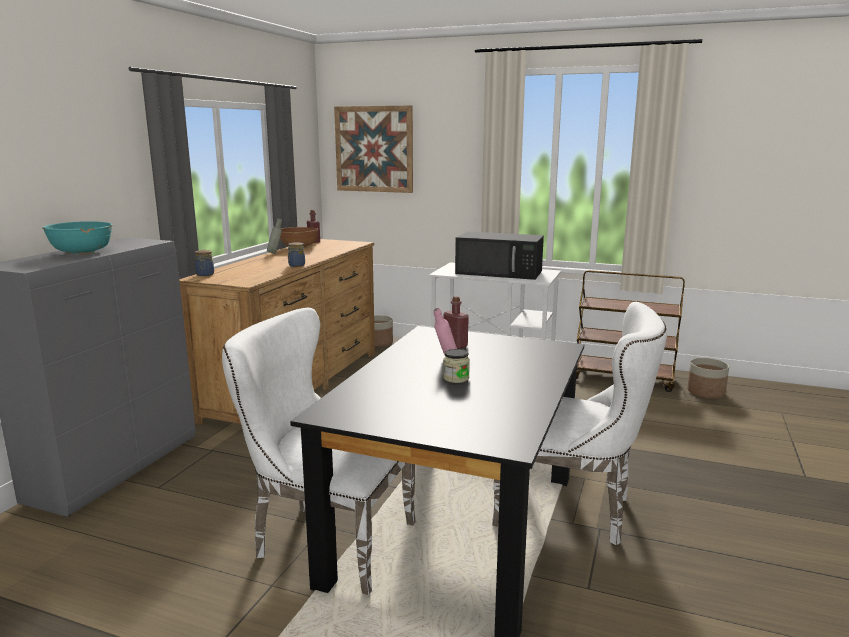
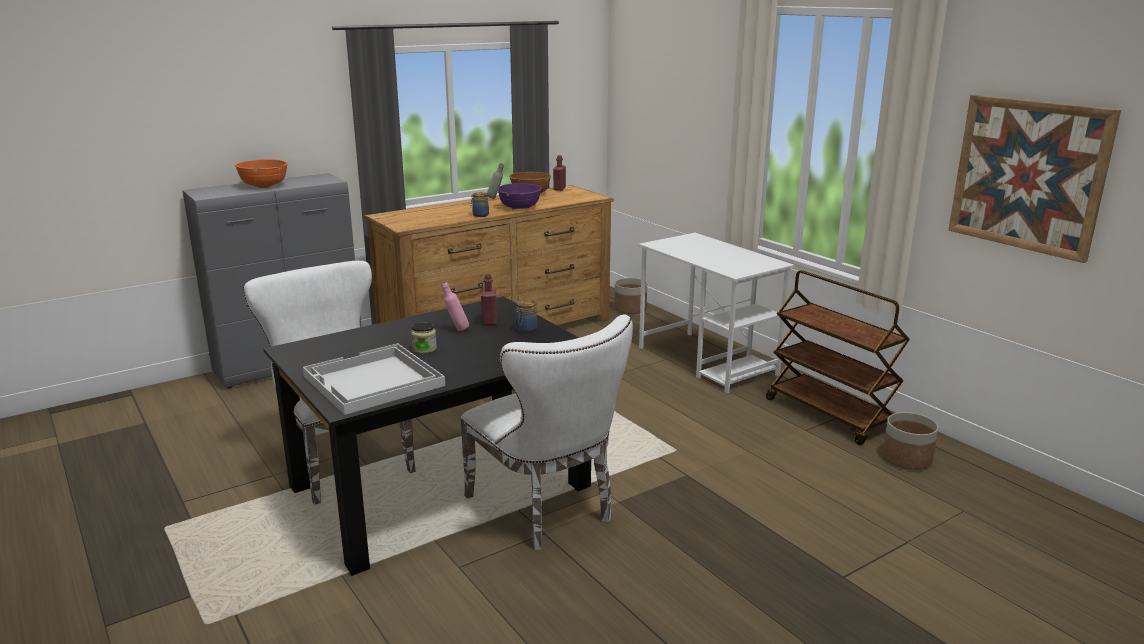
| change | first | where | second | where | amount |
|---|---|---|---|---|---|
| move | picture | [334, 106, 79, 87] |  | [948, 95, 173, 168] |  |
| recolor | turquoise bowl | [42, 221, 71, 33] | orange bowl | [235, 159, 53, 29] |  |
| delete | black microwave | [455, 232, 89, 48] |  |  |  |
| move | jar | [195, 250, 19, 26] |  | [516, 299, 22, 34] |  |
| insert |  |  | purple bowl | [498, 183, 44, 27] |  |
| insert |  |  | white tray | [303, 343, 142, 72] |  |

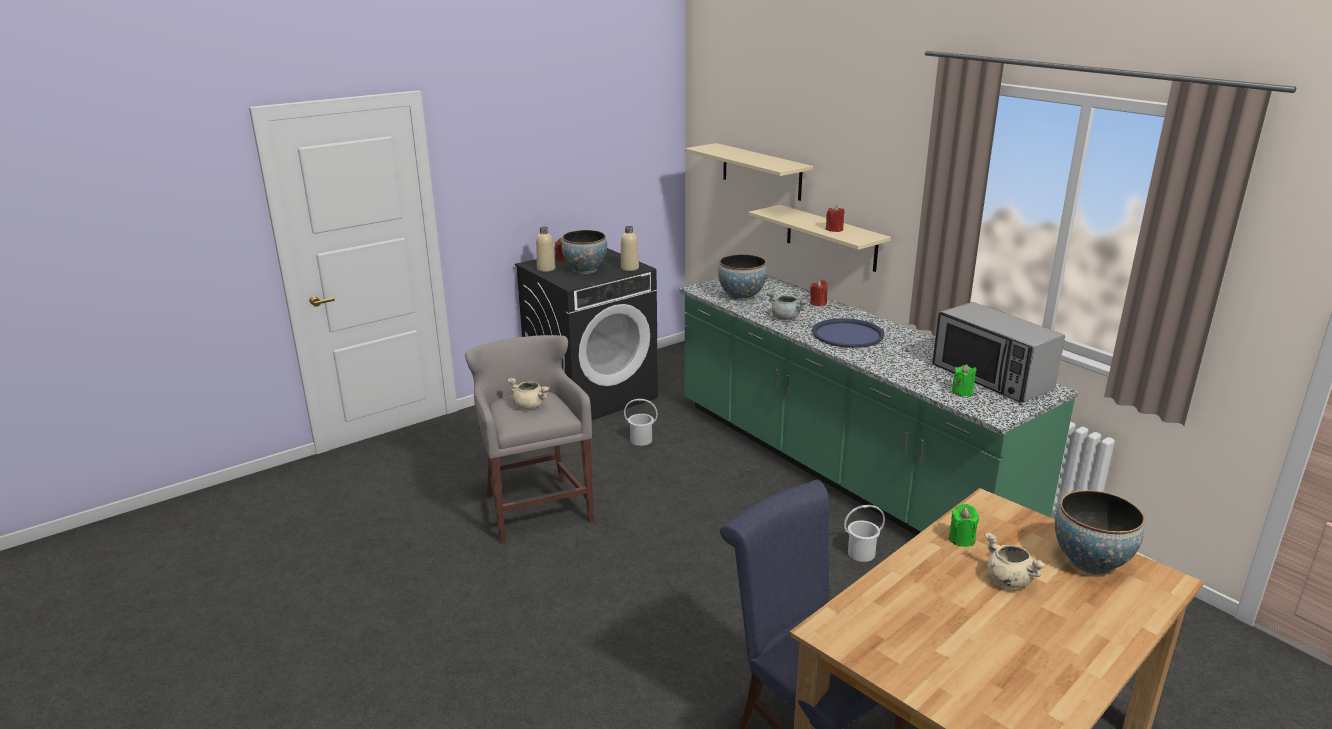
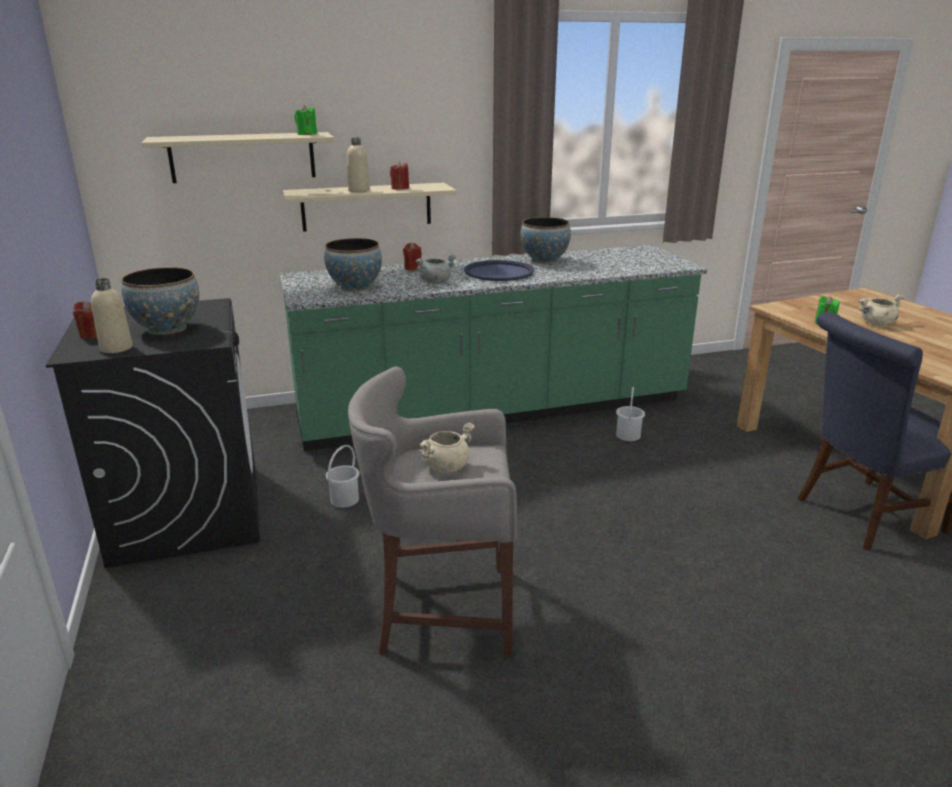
| change | first | where | second | where | amount |
|---|---|---|---|---|---|
| move | beige bottle | [621, 226, 18, 45] |  | [347, 138, 23, 55] |  |
| delete | microwave | [932, 302, 133, 101] |  |  |  |
| move | green candle | [952, 364, 25, 32] |  | [295, 105, 22, 30] |  |
| move | bowl | [1055, 490, 90, 85] |  | [521, 217, 50, 47] |  |

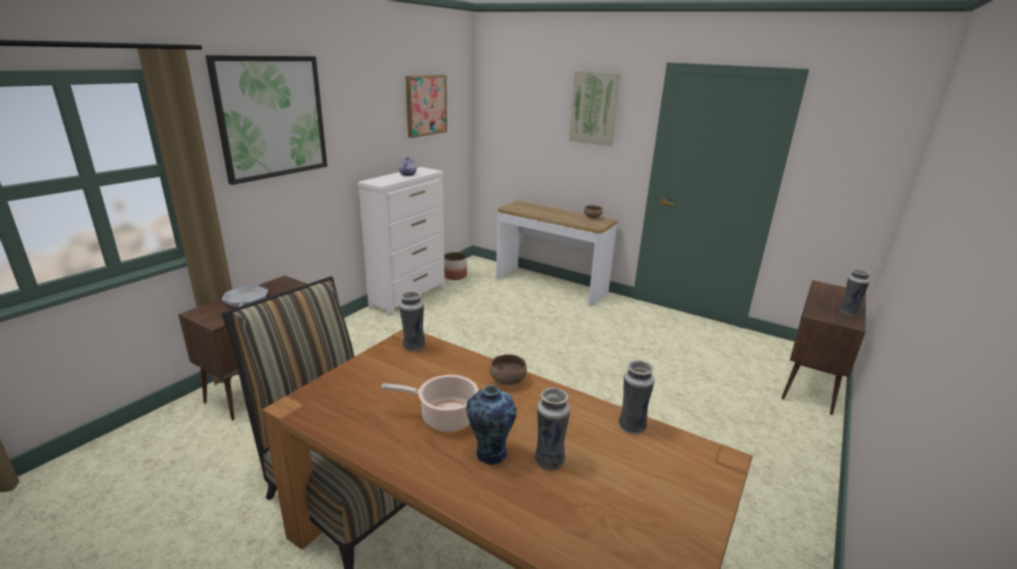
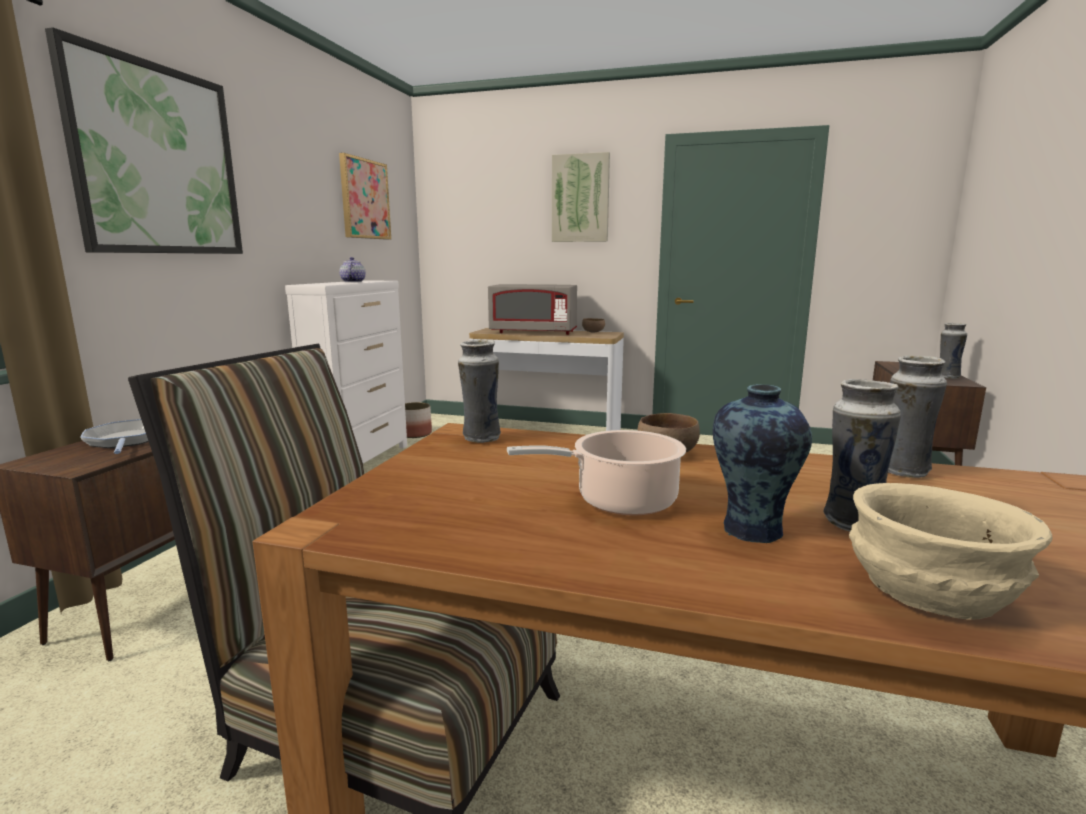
| change | first | where | second | where | amount |
|---|---|---|---|---|---|
| insert |  |  | grey microwave | [488, 284, 89, 51] |  |
| insert |  |  | beige bowl | [849, 483, 203, 136] |  |

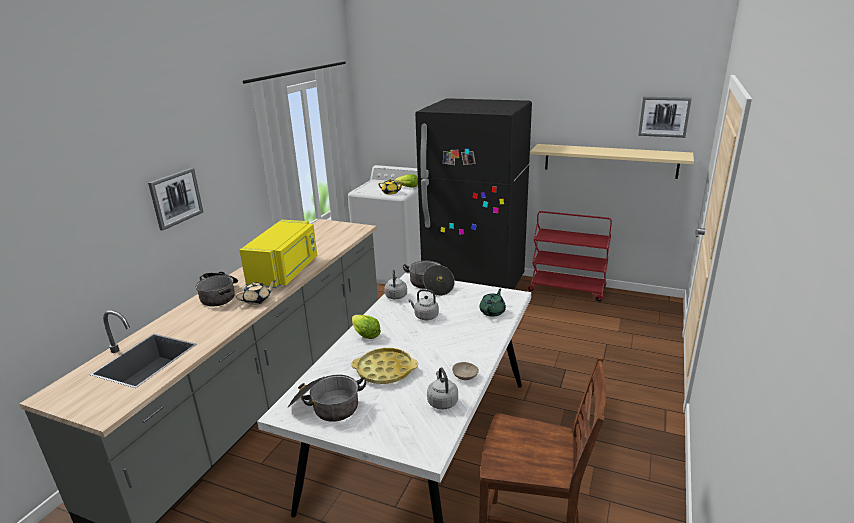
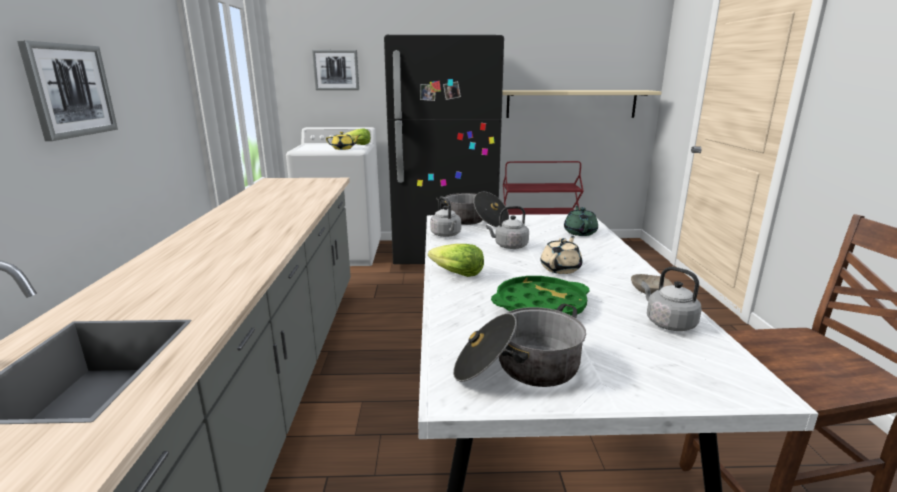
| change | first | where | second | where | amount |
|---|---|---|---|---|---|
| move | picture | [638, 97, 54, 41] |  | [312, 50, 47, 40] |  |
| delete | yellow microwave | [239, 220, 78, 68] |  |  |  |
| delete | cooking pot | [195, 272, 43, 34] |  |  |  |
| move | beige teapot | [236, 280, 40, 25] |  | [540, 236, 42, 38] |  |
| recolor | yellow tray | [351, 348, 67, 36] | green tray | [491, 276, 99, 40] |  |

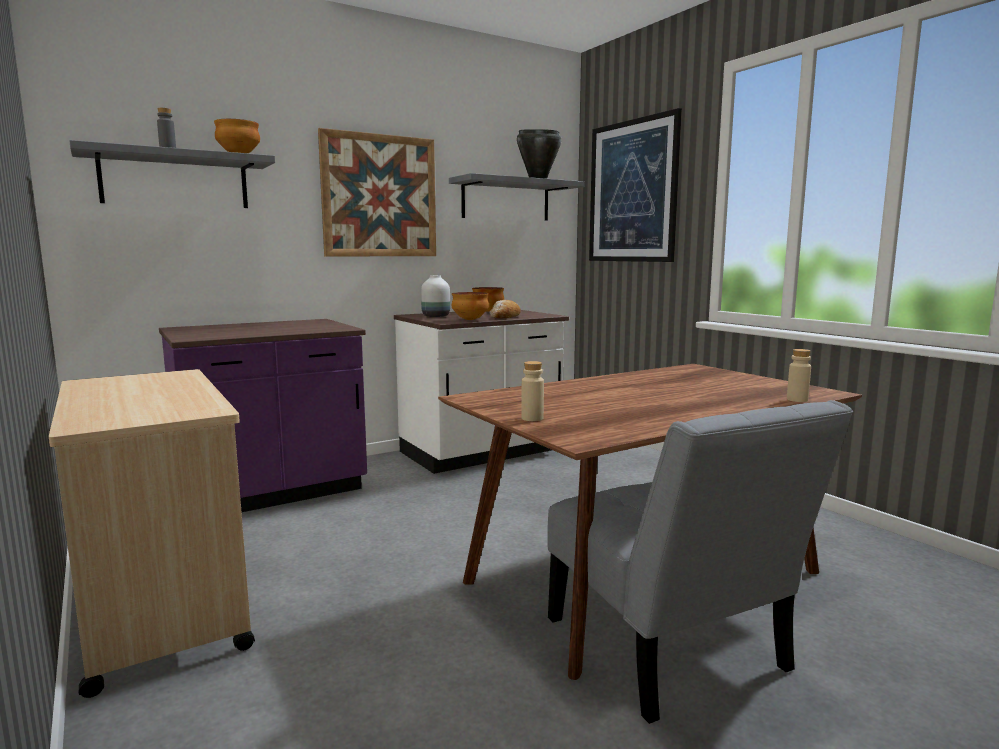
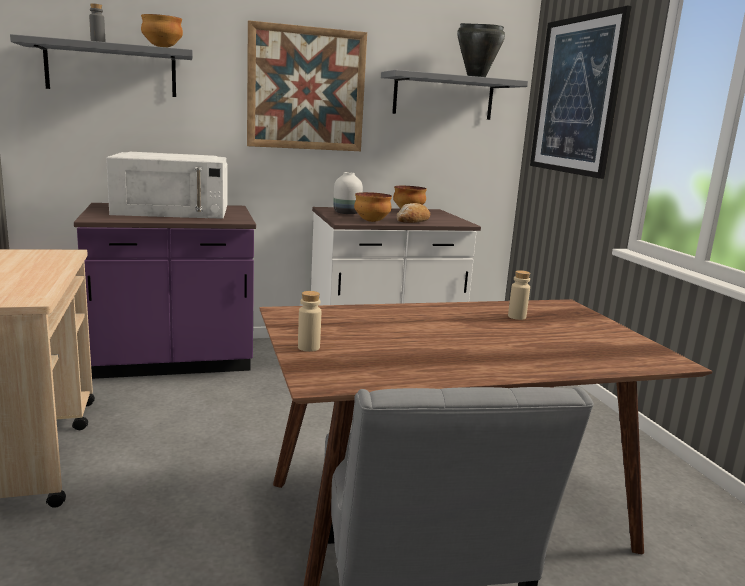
| change | first | where | second | where | amount |
|---|---|---|---|---|---|
| move | beige bottle | [787, 349, 24, 53] |  | [508, 270, 22, 50] |  |
| insert |  |  | white microwave | [106, 152, 122, 67] |  |

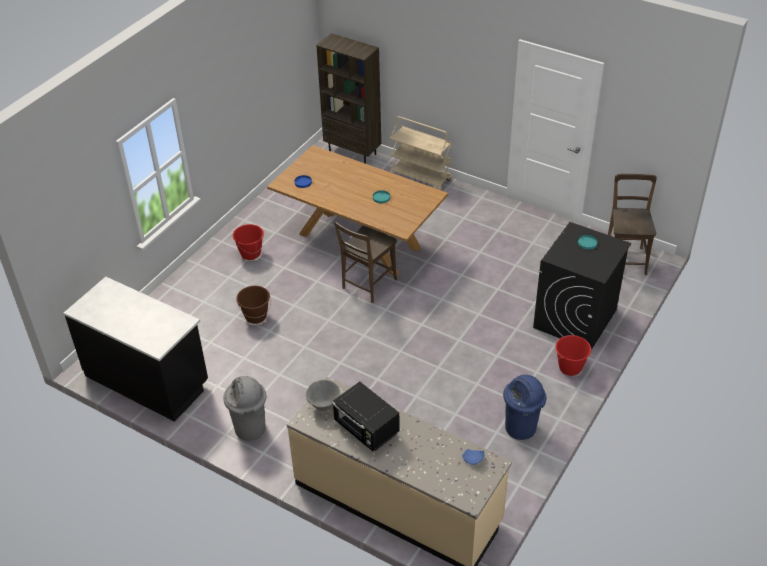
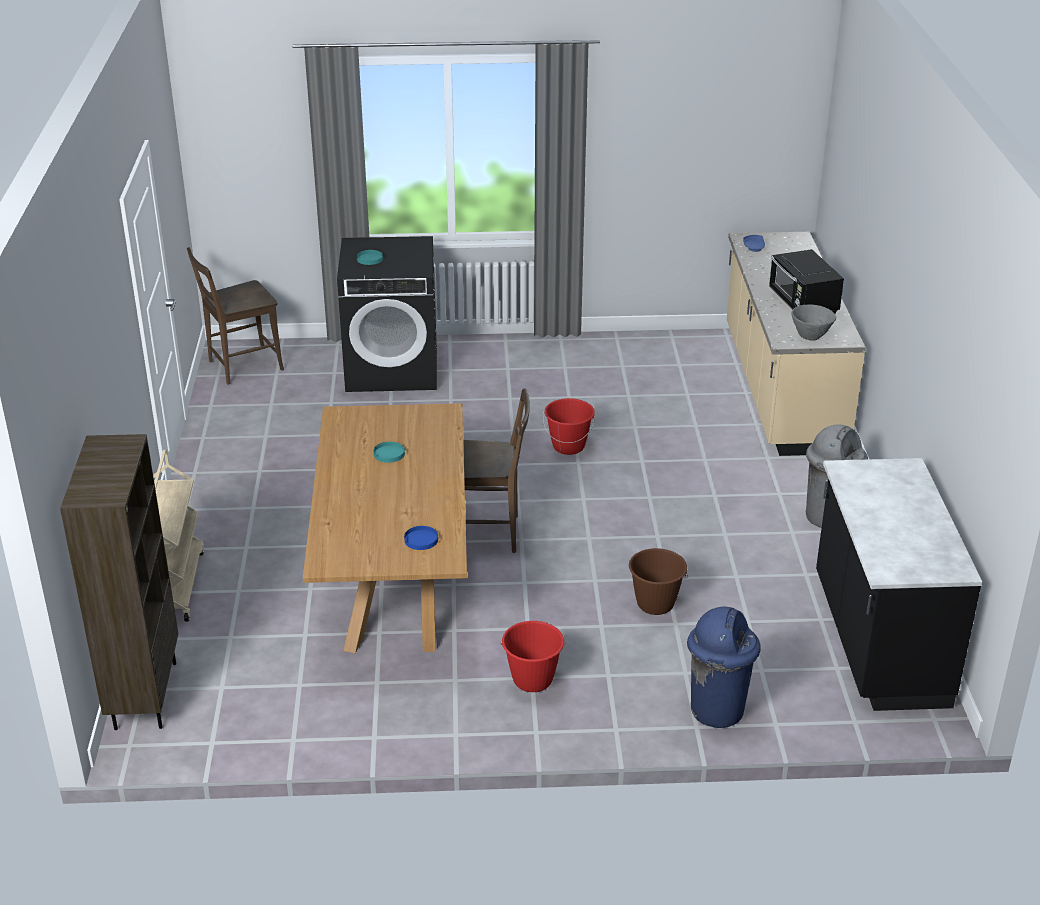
| change | first | where | second | where | amount |
|---|---|---|---|---|---|
| move | red bucket | [555, 335, 36, 41] |  | [543, 398, 52, 57] |  |
| move | blue trash can | [503, 375, 43, 65] |  | [687, 607, 74, 121] |  |
| rotate | black microwave | [332, 382, 68, 69] |  | [769, 249, 75, 64] | 150 degrees clockwise |

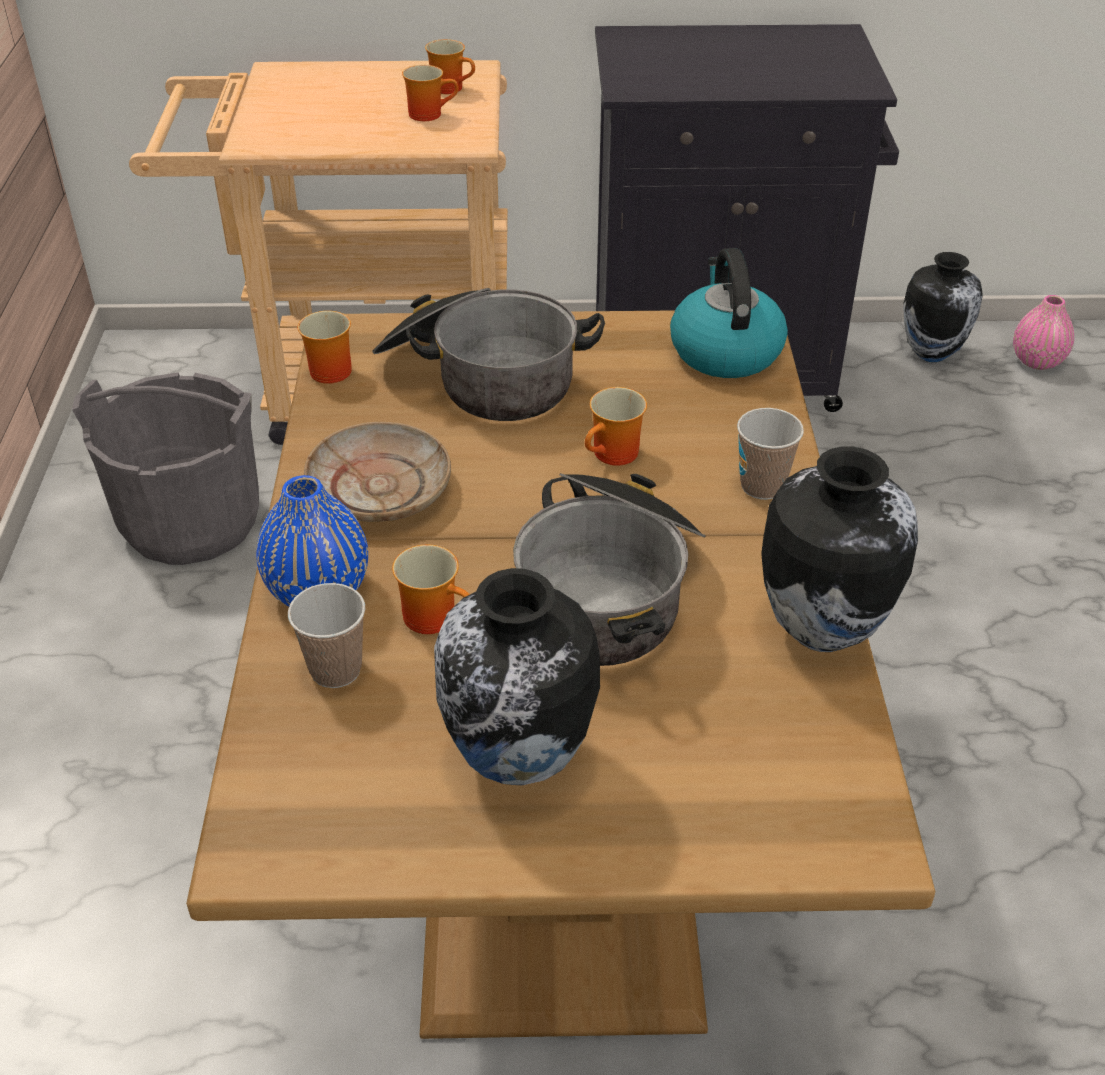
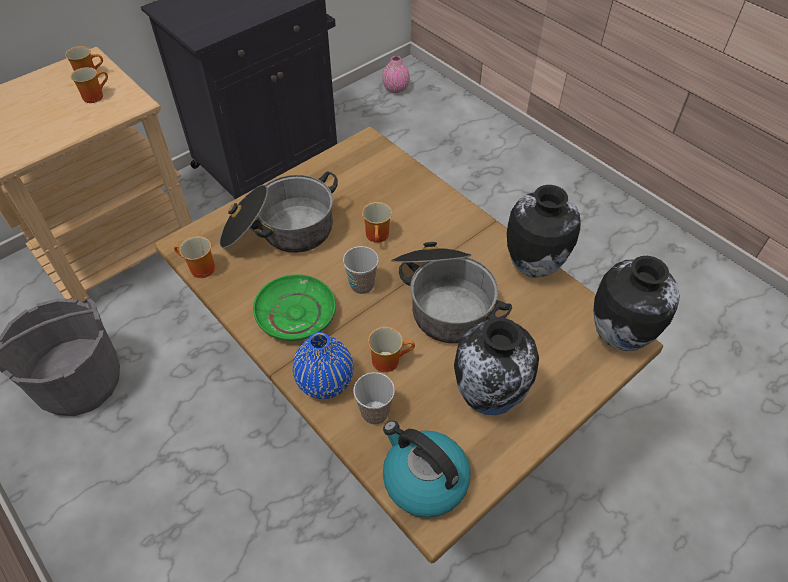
| change | first | where | second | where | amount |
|---|---|---|---|---|---|
| move | kettle | [670, 248, 118, 130] |  | [383, 421, 87, 97] |  |
| move | vase | [903, 252, 80, 110] |  | [593, 256, 87, 95] |  |
| move | cup | [737, 408, 67, 92] |  | [343, 246, 36, 48] |  |
| recolor | beige plate | [304, 422, 147, 100] | green plate | [253, 274, 83, 67] |  |

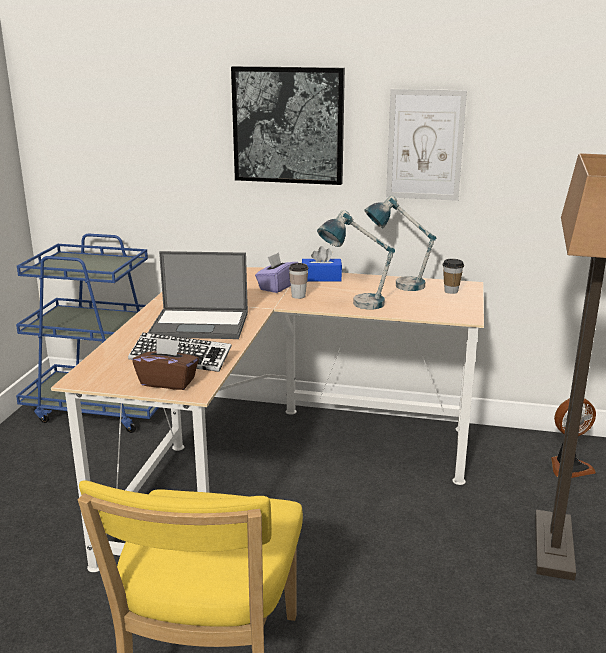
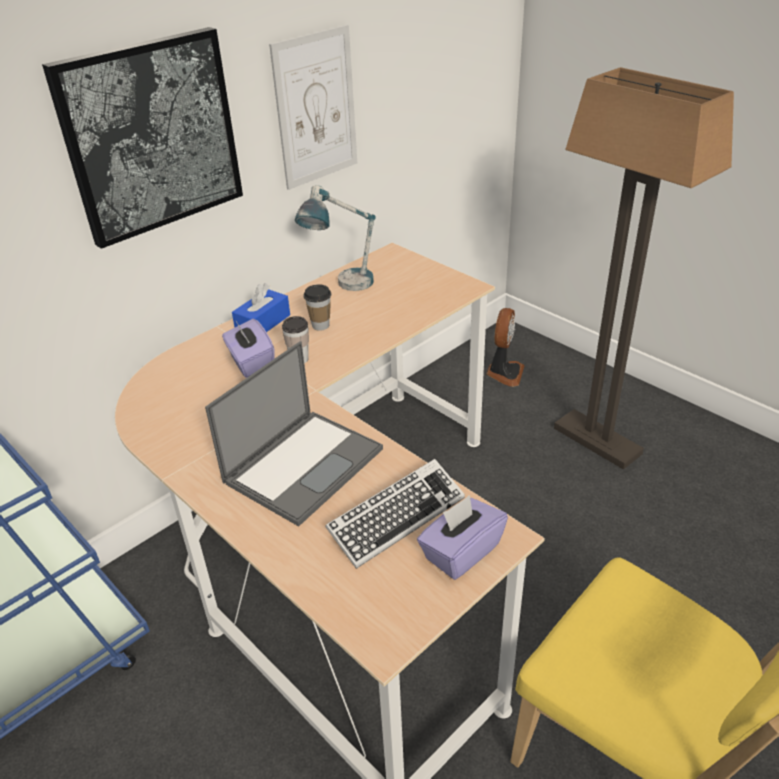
| change | first | where | second | where | amount |
|---|---|---|---|---|---|
| delete | table lamp | [317, 210, 78, 100] |  |  |  |
| move | cup | [443, 259, 21, 35] |  | [304, 284, 27, 47] |  |
| recolor | brown tissue box | [132, 338, 67, 52] | purple tissue box | [417, 495, 91, 85] |  |

